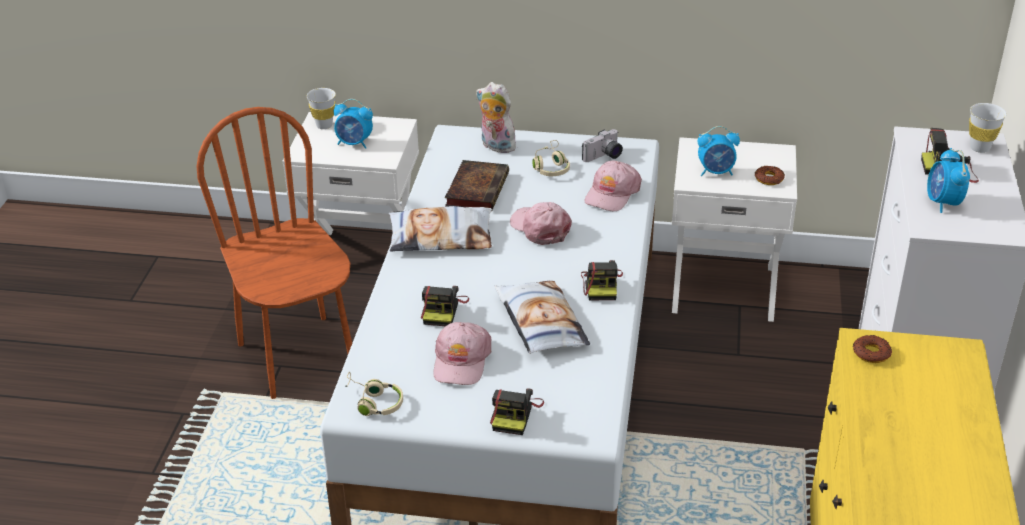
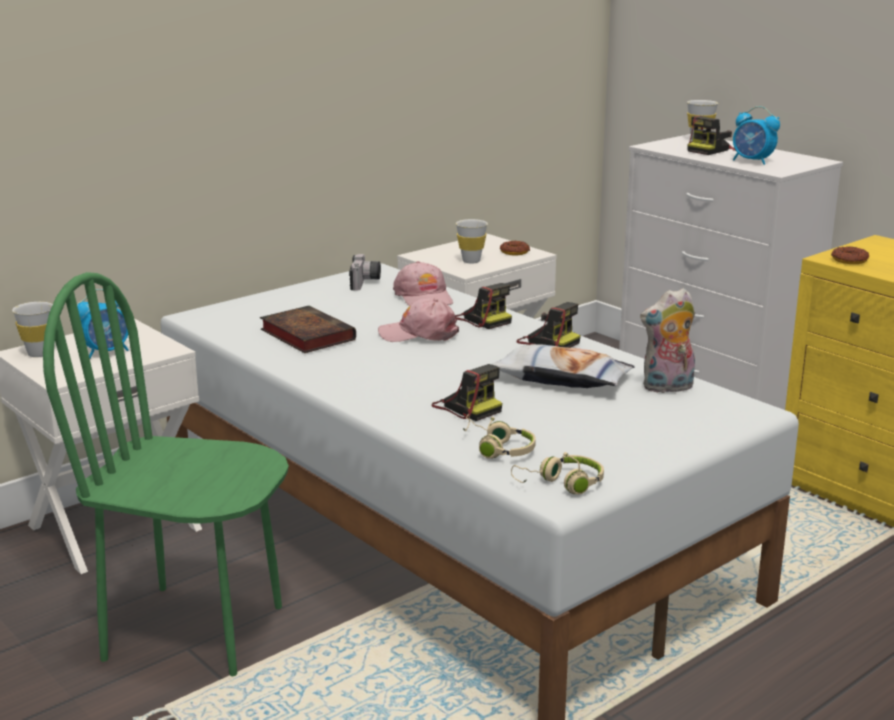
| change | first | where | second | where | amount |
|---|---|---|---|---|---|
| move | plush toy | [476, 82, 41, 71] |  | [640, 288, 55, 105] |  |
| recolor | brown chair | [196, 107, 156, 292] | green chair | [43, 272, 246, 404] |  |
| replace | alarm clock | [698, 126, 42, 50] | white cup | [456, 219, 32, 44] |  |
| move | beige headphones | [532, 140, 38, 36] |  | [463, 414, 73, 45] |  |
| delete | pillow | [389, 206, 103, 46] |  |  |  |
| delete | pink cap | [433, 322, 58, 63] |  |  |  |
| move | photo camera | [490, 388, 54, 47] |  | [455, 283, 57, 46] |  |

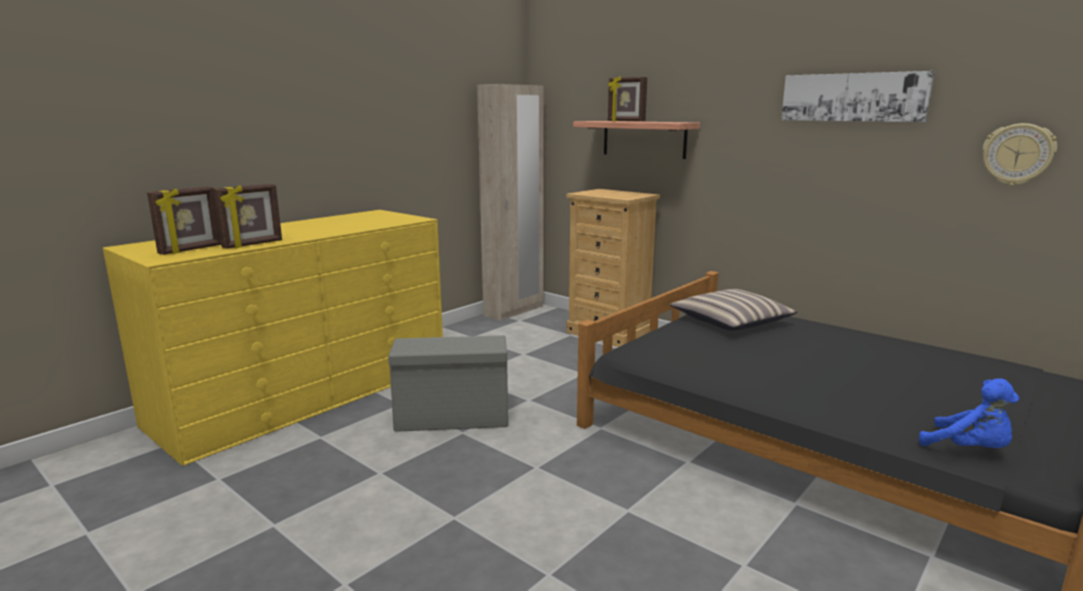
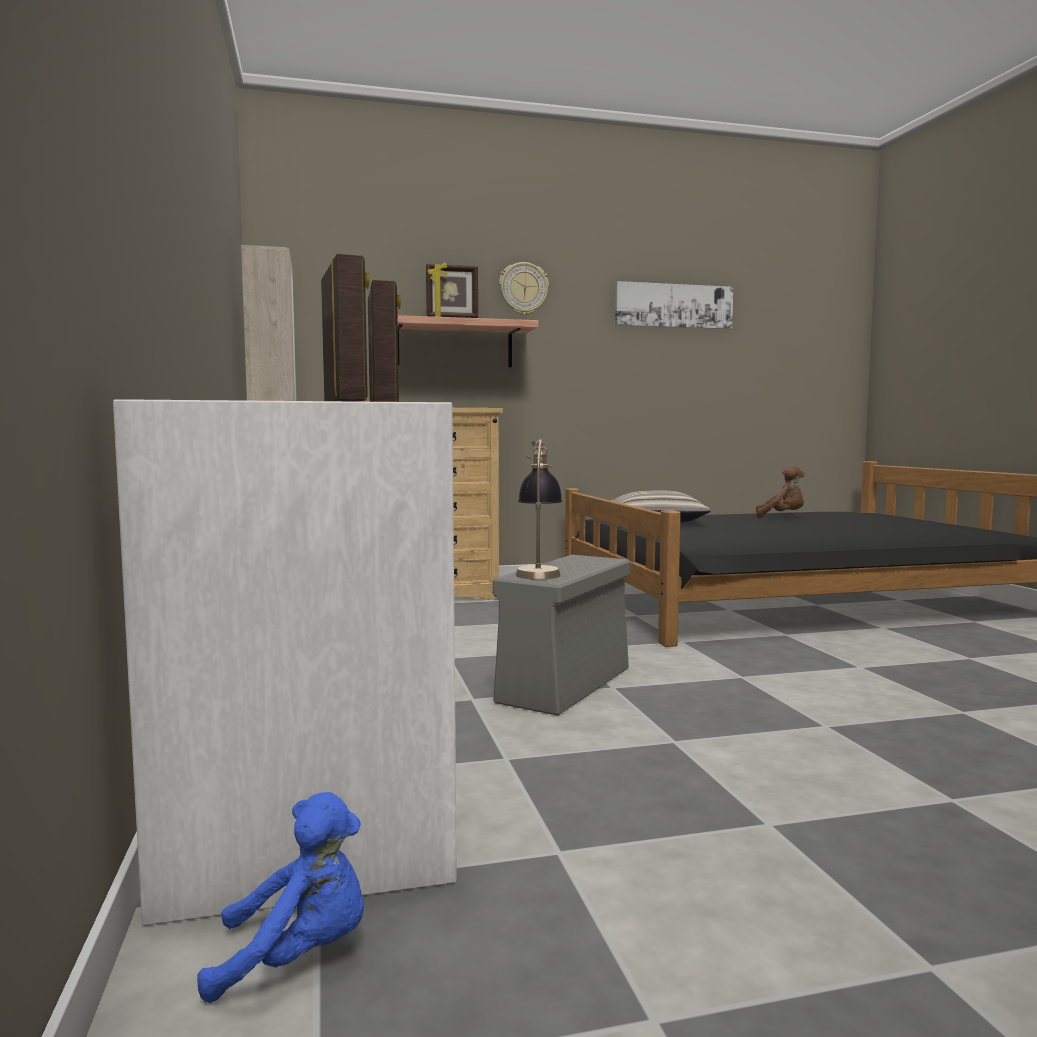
| change | first | where | second | where | amount |
|---|---|---|---|---|---|
| move | wall clock | [983, 123, 74, 62] |  | [499, 262, 50, 53] |  |
| recolor | yellow dresser | [103, 210, 340, 256] | white dresser | [113, 399, 344, 527] |  |
| move | blue plush toy | [919, 378, 100, 70] |  | [197, 792, 167, 211] |  |
| insert |  |  | table lamp | [515, 440, 48, 140] |  |
| insert |  |  | brown plush toy | [756, 466, 49, 52] |  |

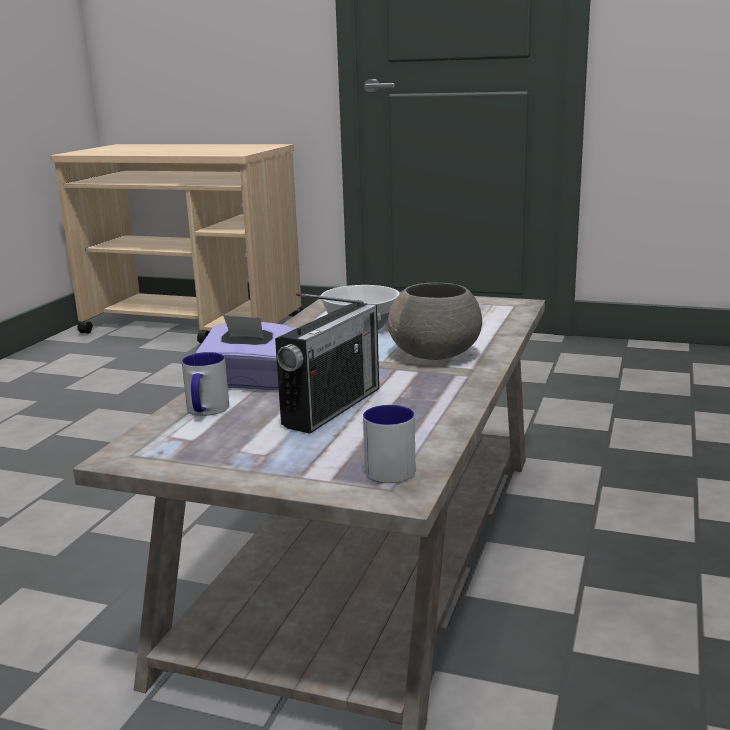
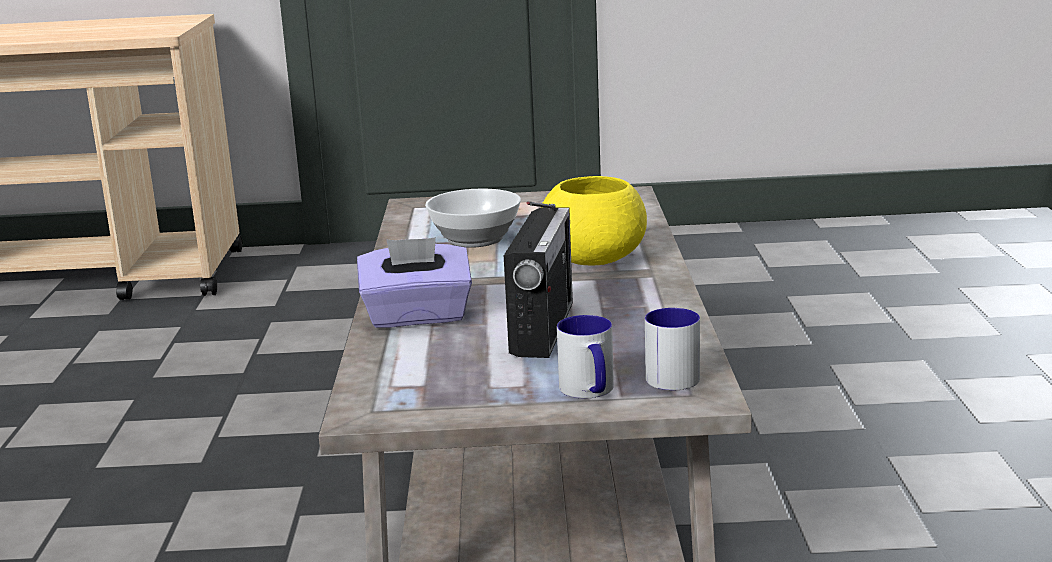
| change | first | where | second | where | amount |
|---|---|---|---|---|---|
| recolor | grey bowl | [388, 283, 94, 77] | yellow bowl | [543, 176, 104, 89] |  |
| move | mug | [182, 352, 47, 64] |  | [557, 315, 57, 83] |  |

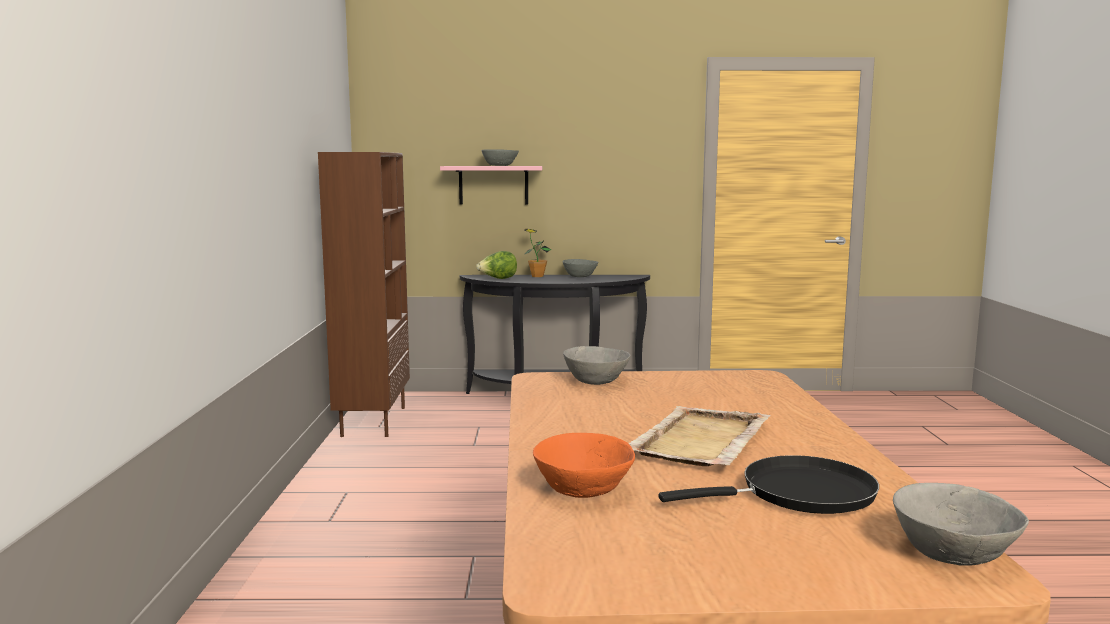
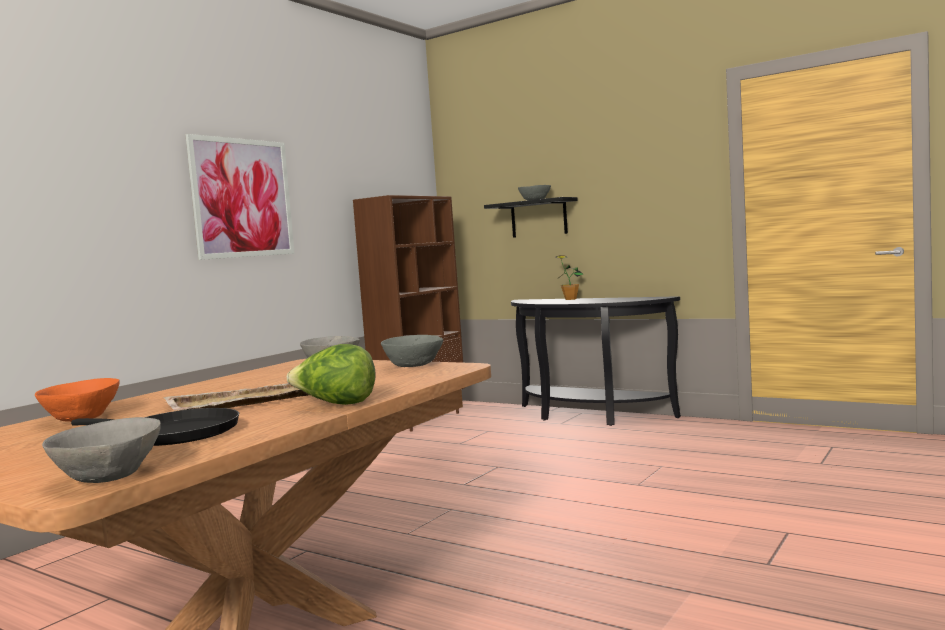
| change | first | where | second | where | amount |
|---|---|---|---|---|---|
| recolor | pink shelf | [440, 166, 102, 39] | black shelf | [484, 197, 94, 41] |  |
| move | lettuce | [476, 251, 41, 28] |  | [287, 344, 88, 61] |  |
| move | grey bowl | [563, 259, 35, 18] |  | [381, 335, 62, 32] |  |
| insert |  |  | picture | [185, 134, 109, 126] |  |

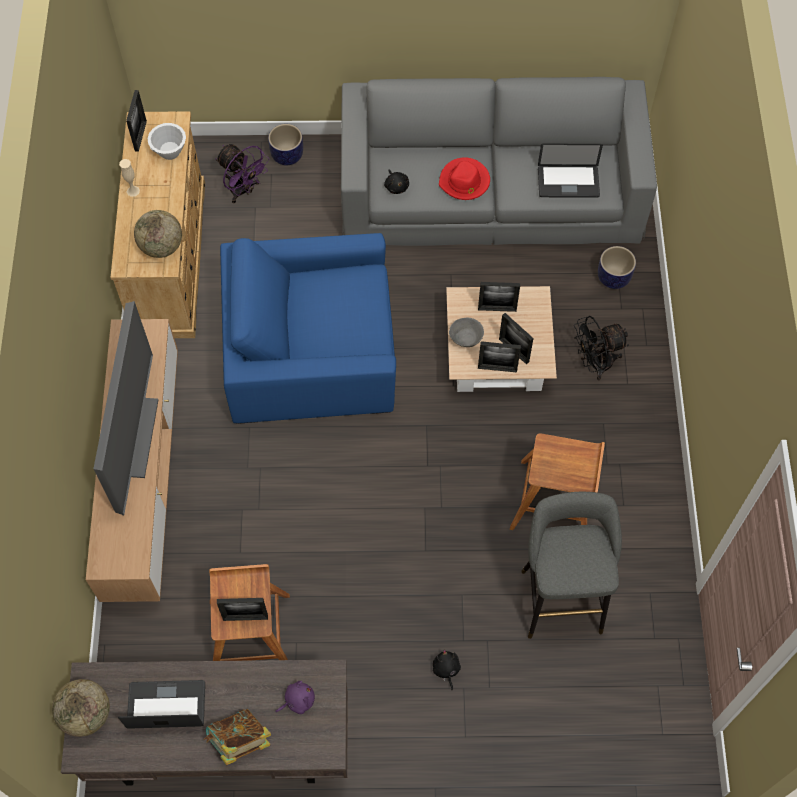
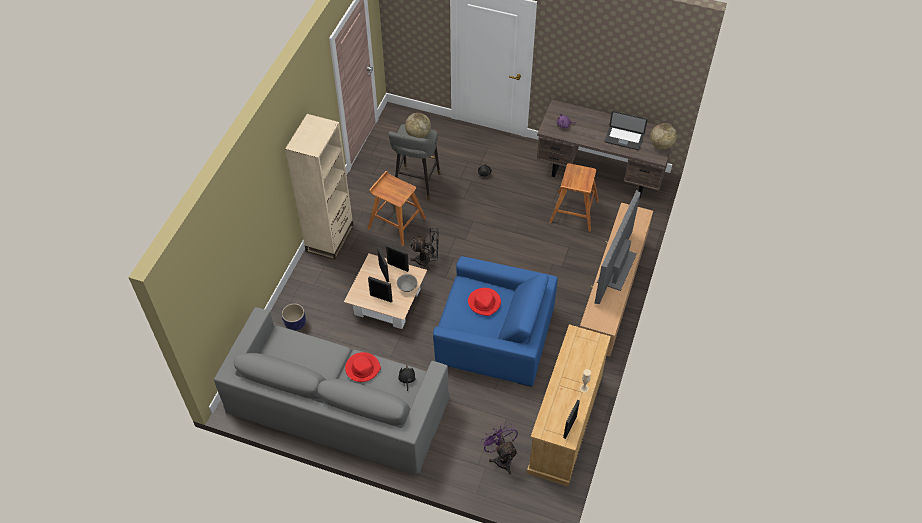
| change | first | where | second | where | amount |
|---|---|---|---|---|---|
| delete | white bowl | [148, 123, 38, 37] |  |  |  |
| delete | planter | [268, 124, 35, 41] |  |  |  |
| delete | laptop | [538, 144, 65, 54] |  |  |  |
| move | globe | [134, 210, 48, 48] |  | [405, 113, 26, 25] |  |
| move | black fan | [574, 316, 55, 64] |  | [410, 228, 29, 42] |  |
| delete | picture frame | [217, 598, 51, 23] |  |  |  |
| delete | book | [204, 709, 67, 56] |  |  |  |
| insert |  |  | beige bookcase | [285, 114, 69, 146] |  |
| insert |  |  | red hat | [468, 288, 33, 28] |  |

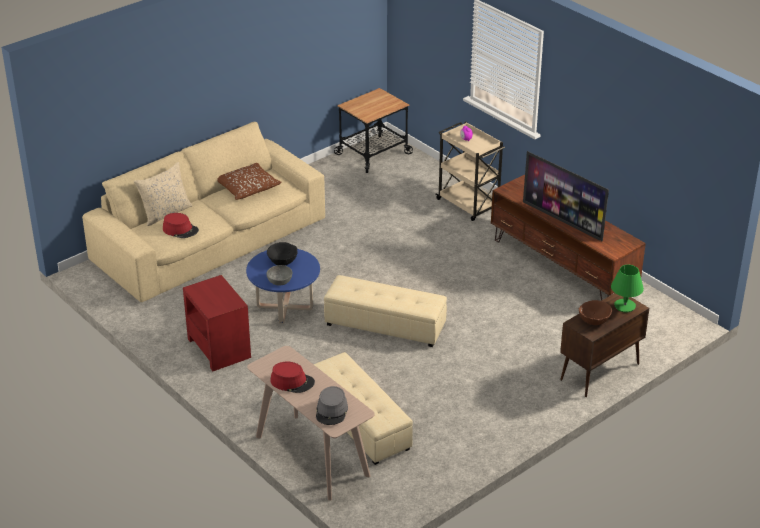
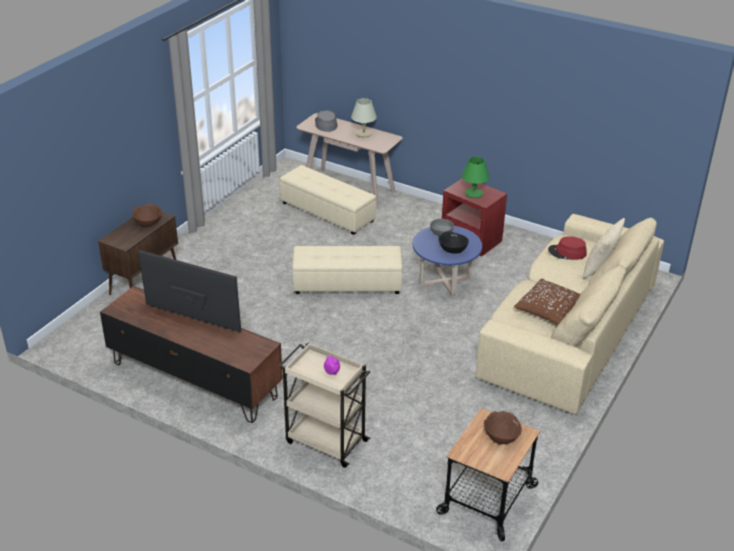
| change | first | where | second | where | amount |
|---|---|---|---|---|---|
| move | green table lamp | [611, 265, 33, 47] |  | [462, 157, 27, 41] |  |
| replace | red hat | [270, 362, 45, 31] | beige table lamp | [351, 98, 26, 39] |  |
| insert |  |  | brown bowl | [484, 411, 38, 33] |  |

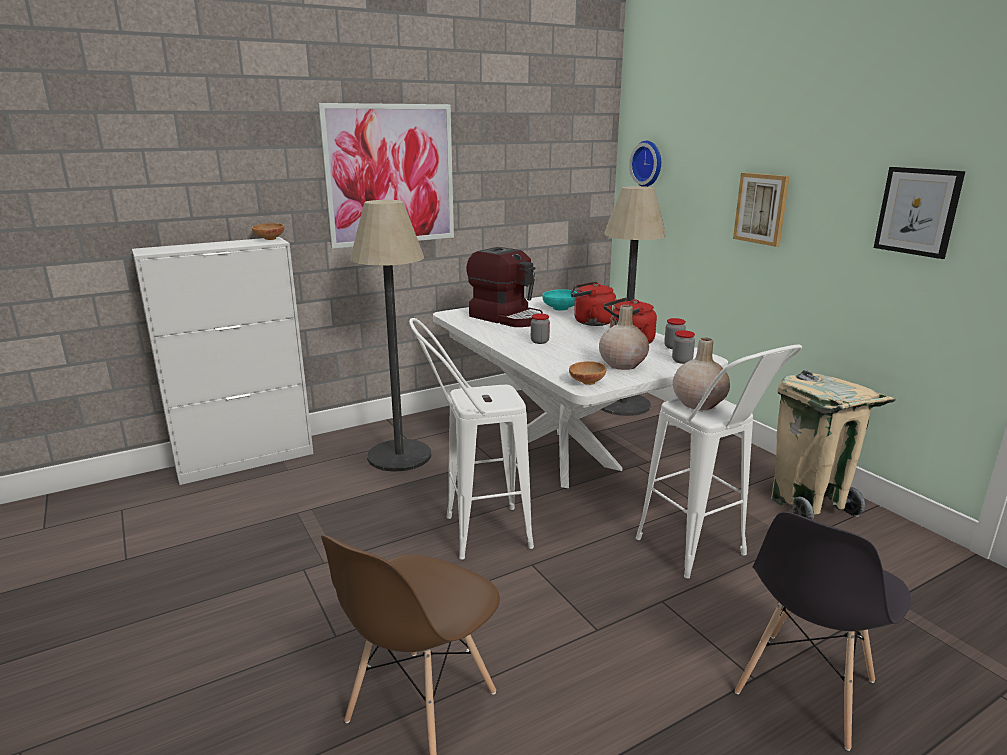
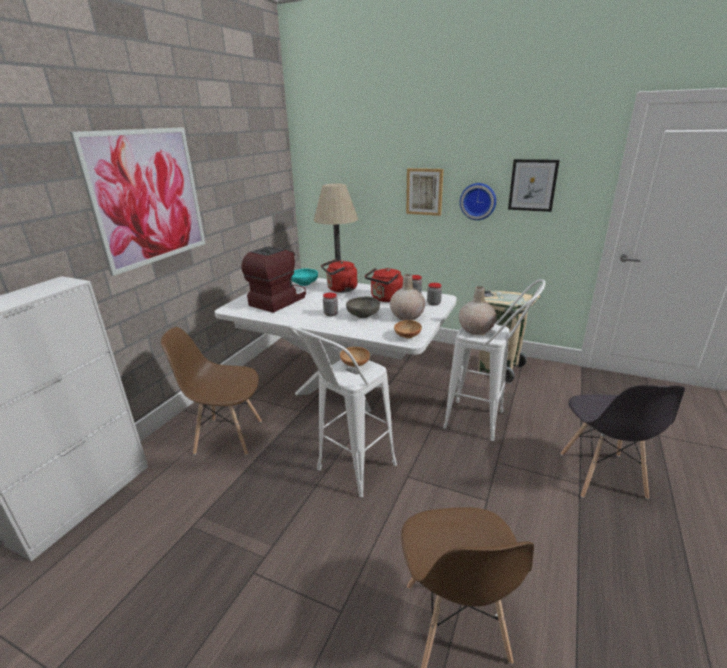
| change | first | where | second | where | amount |
|---|---|---|---|---|---|
| move | wall clock | [629, 141, 32, 46] |  | [460, 183, 36, 37] |  |
| replace | floor lamp | [350, 200, 81, 272] | brown chair | [161, 327, 101, 128] |  |
| move | brown bowl | [252, 223, 33, 17] |  | [340, 347, 30, 20] |  |
| rotate | coffee machine | [466, 247, 77, 80] |  | [241, 246, 65, 67] | 60 degrees counterclockwise |
| insert |  |  | grey bowl | [346, 296, 34, 22] |  |

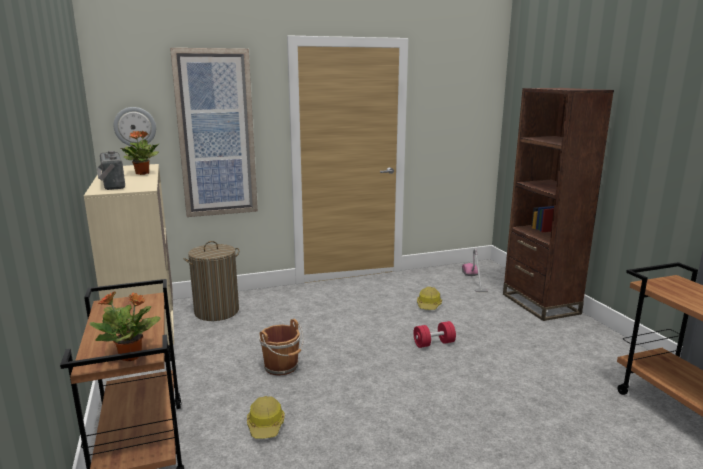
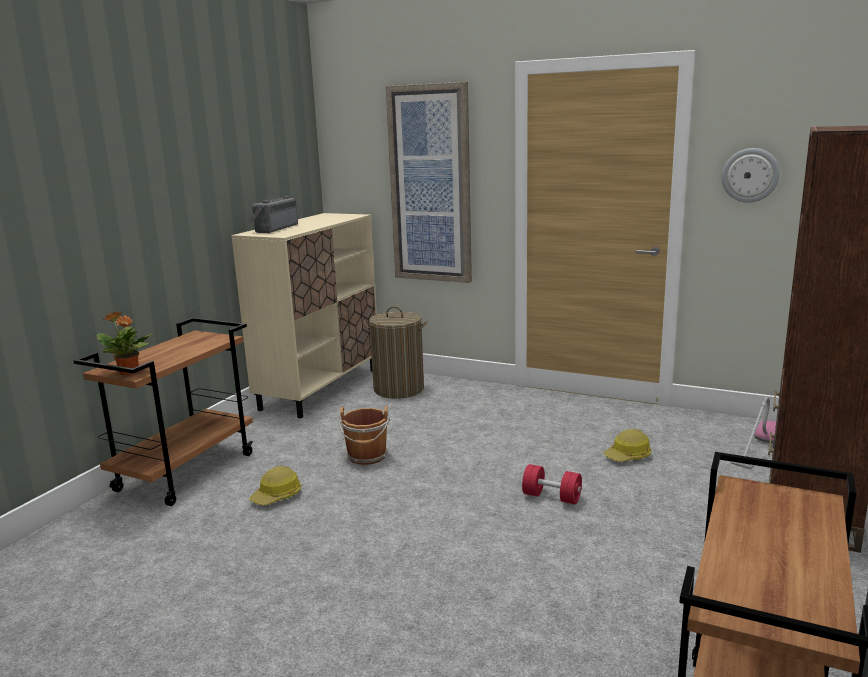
| change | first | where | second | where | amount |
|---|---|---|---|---|---|
| move | wall clock | [113, 107, 43, 40] |  | [722, 148, 58, 55] |  |
| delete | potted plant | [120, 131, 40, 44] |  |  |  |

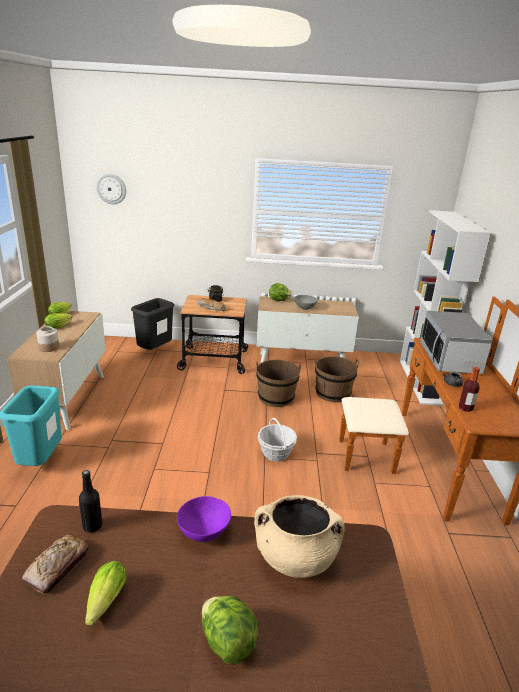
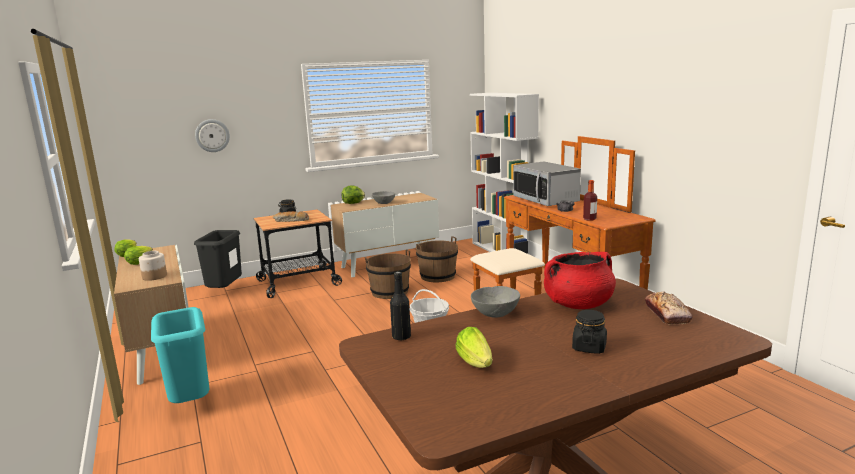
| change | first | where | second | where | amount |
|---|---|---|---|---|---|
| move | wall clock | [96, 174, 30, 30] |  | [195, 119, 35, 33] |  |
| recolor | beige cooking pot | [254, 495, 91, 83] | red cooking pot | [544, 252, 72, 57] |  |
| recolor | purple bowl | [177, 496, 54, 46] | grey bowl | [471, 286, 49, 32] |  |
| move | bread | [22, 534, 67, 60] |  | [645, 291, 48, 33] |  |
| replace | lettuce | [202, 596, 56, 69] | black jar | [572, 310, 35, 44] |  |

